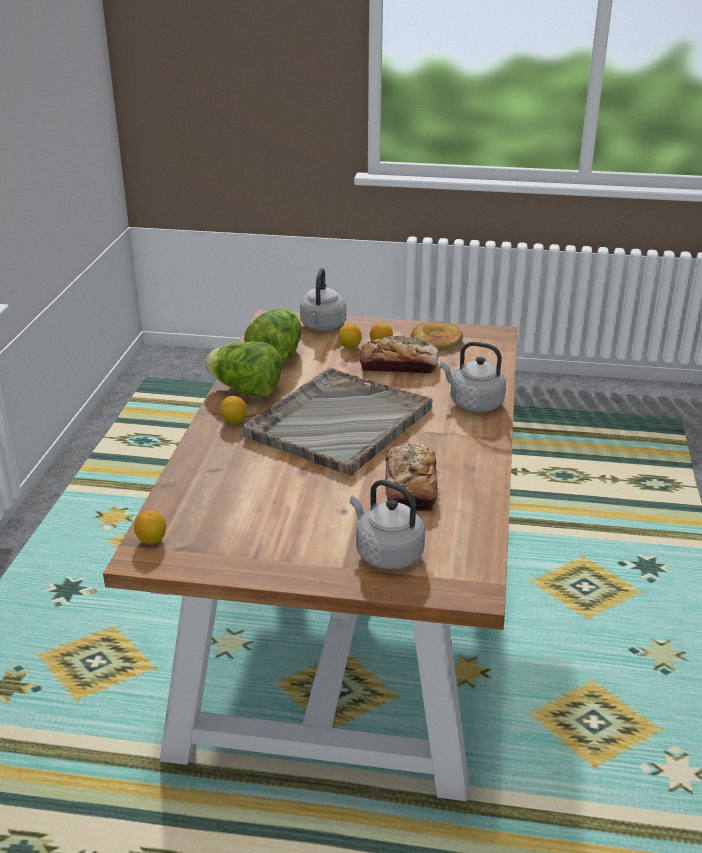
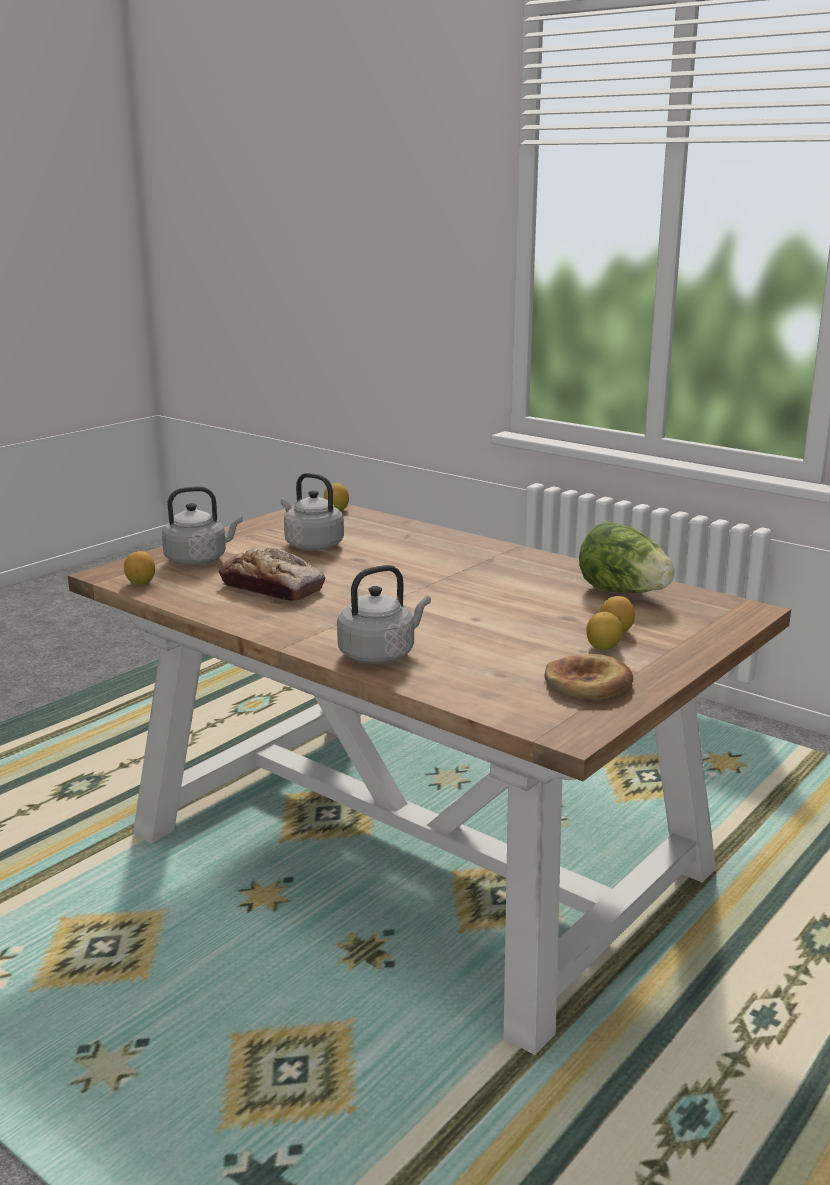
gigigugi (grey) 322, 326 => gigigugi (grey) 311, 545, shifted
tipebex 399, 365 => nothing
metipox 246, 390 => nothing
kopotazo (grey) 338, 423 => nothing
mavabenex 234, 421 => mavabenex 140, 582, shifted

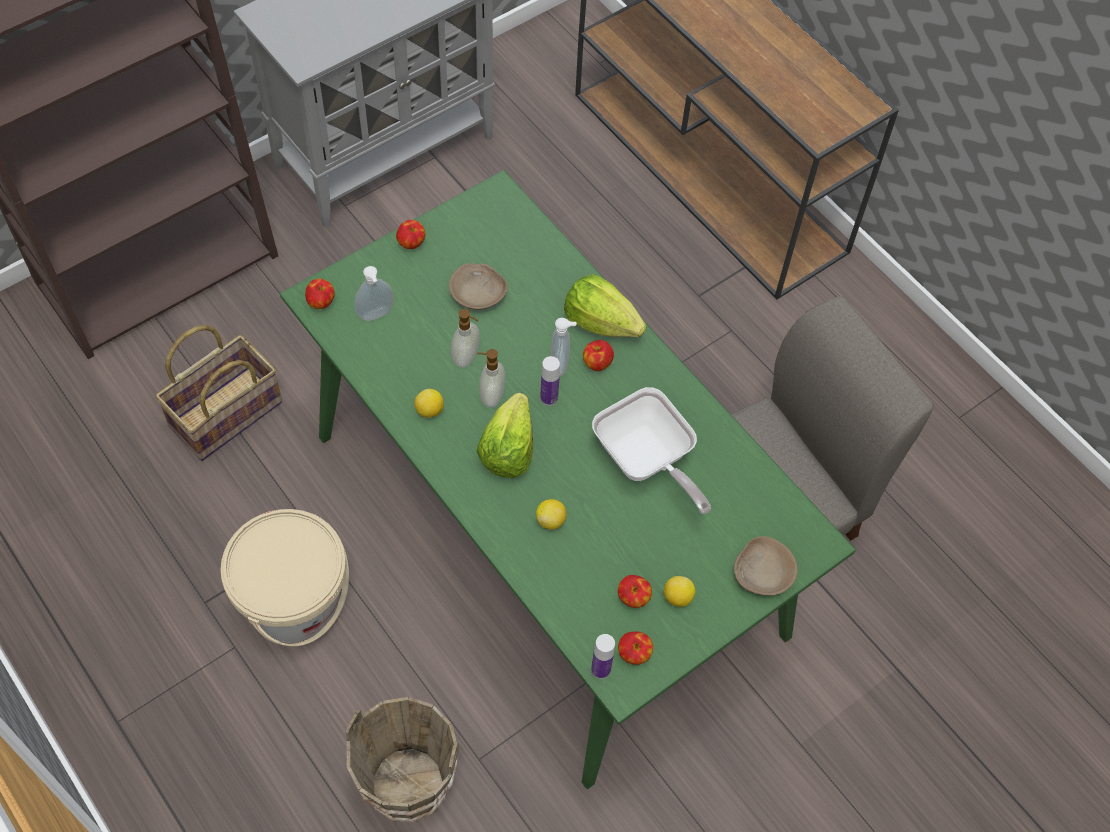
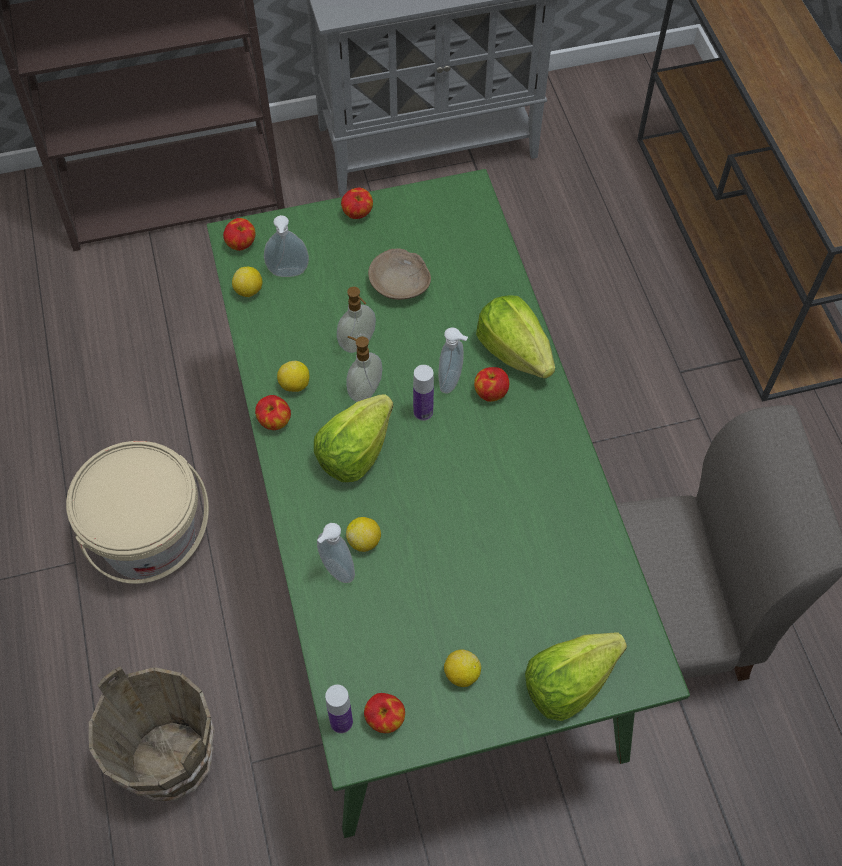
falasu 225, 413 => nothing
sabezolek 646, 461 => nothing
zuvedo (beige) 762, 573 => metipox 568, 682
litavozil 633, 598 => litavozil 274, 422, shifted
nothing => mavabenex 249, 291
nothing => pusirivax 335, 571

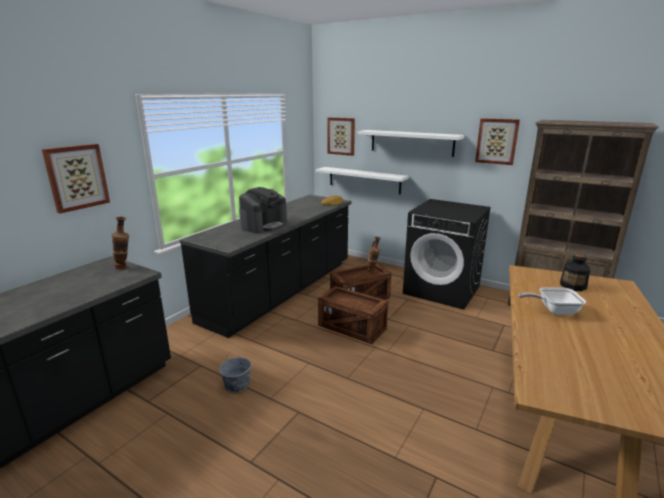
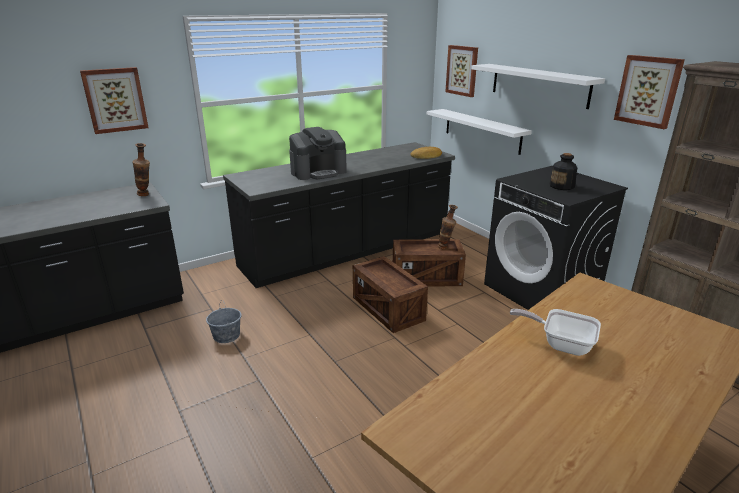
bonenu 573, 286 => bonenu 562, 186, shifted

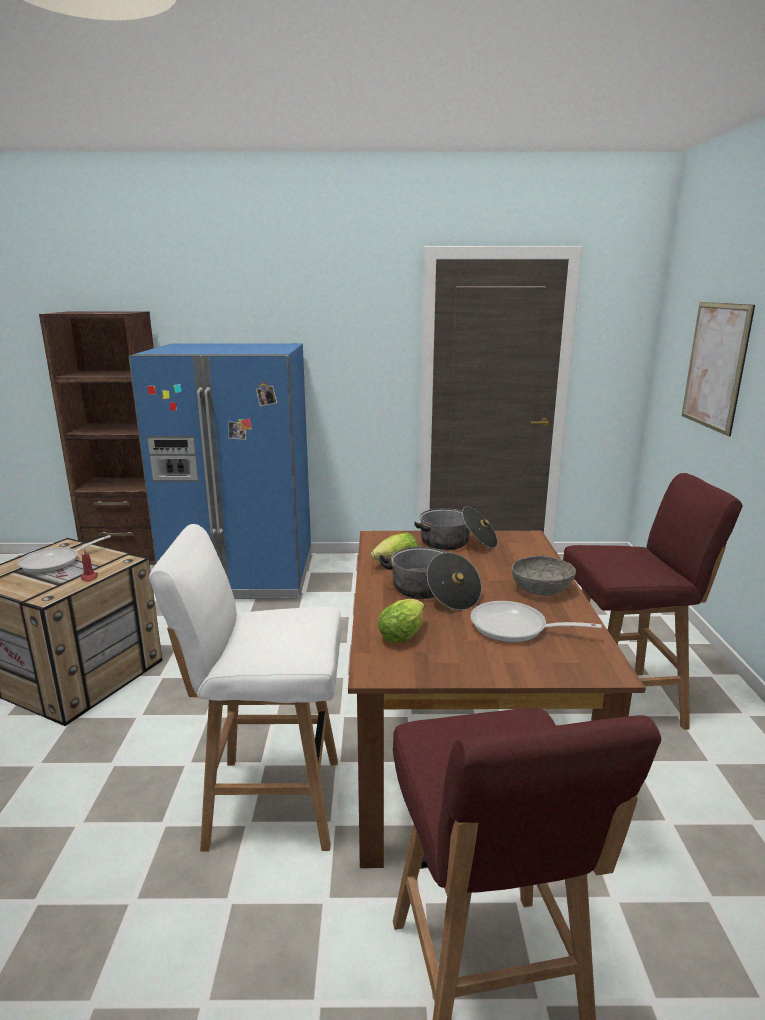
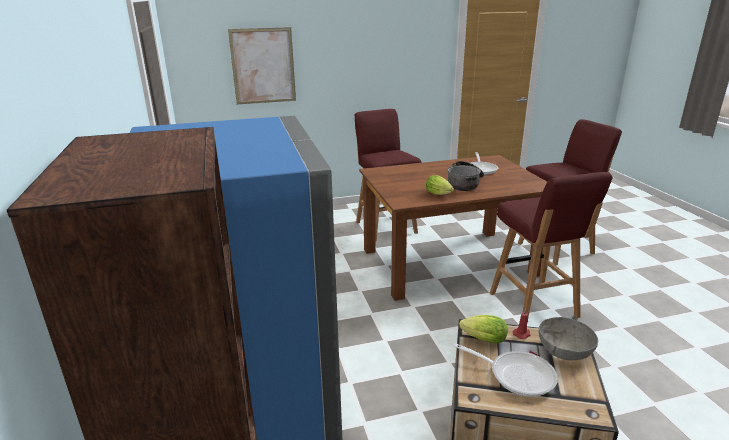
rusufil 457, 543 => nothing
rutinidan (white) 270, 801 => rutinidan (red) 534, 306
zuvedo (grey) 541, 589 => zuvedo (grey) 564, 350, shifted
metipox 404, 634 => metipox 481, 339, shifted

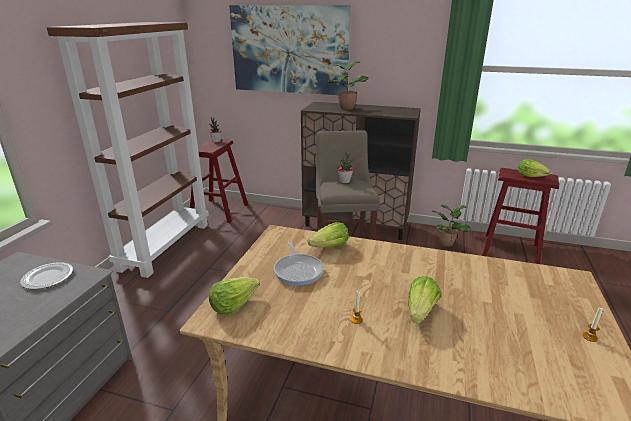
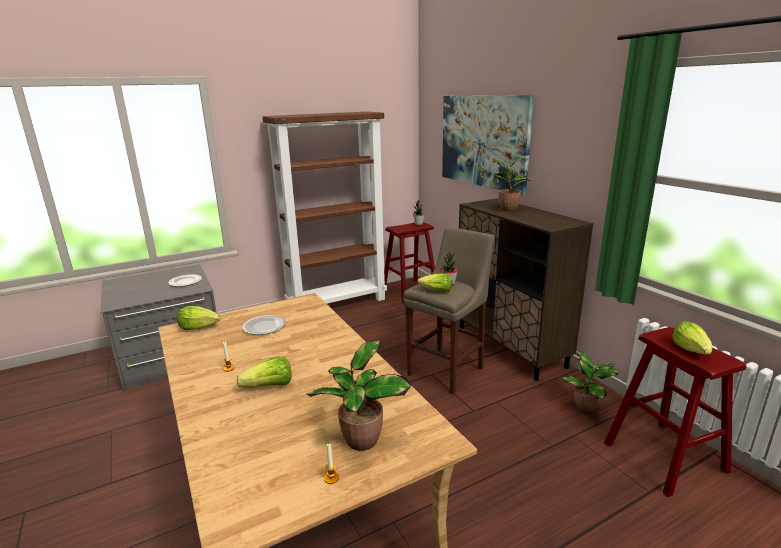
metipox 330, 247 => metipox 436, 291, shifted
sabezolek 298, 270 => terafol 265, 326
nothing => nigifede 360, 441

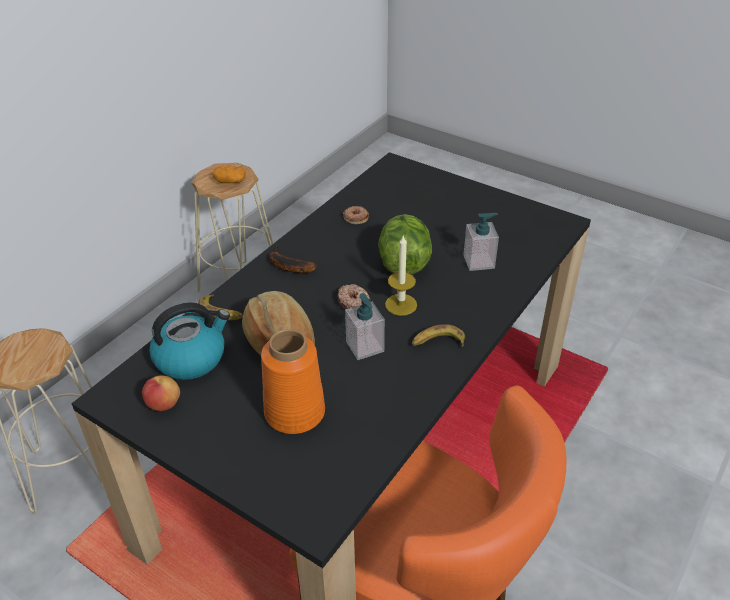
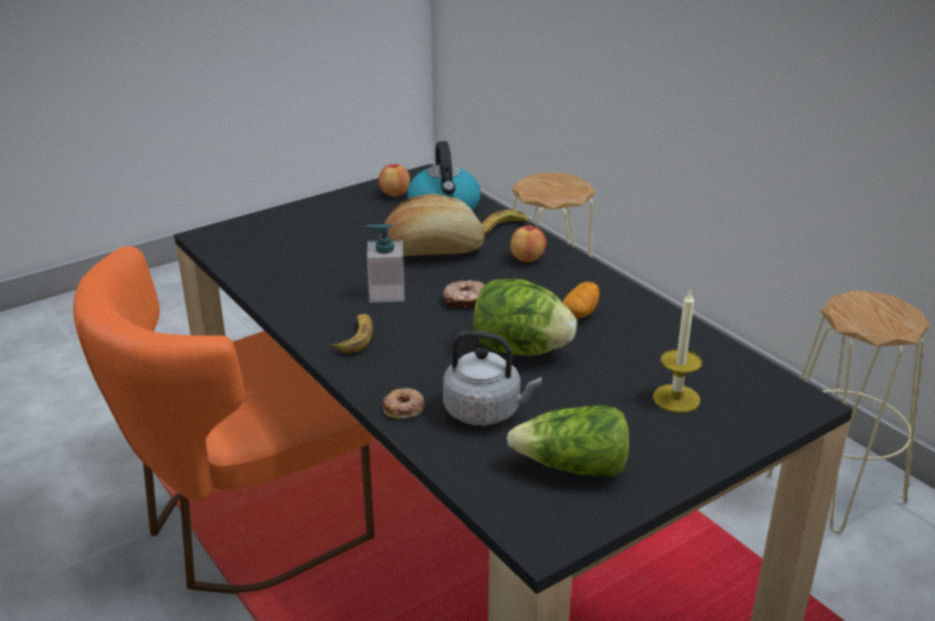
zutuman 230, 182 => zutuman 580, 312, shifted
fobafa 356, 217 => fobafa 404, 408, shifted
pusirivax 479, 262 => gigigugi (grey) 486, 412
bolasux 401, 304 => bolasux 676, 398, shifted
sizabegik 287, 265 => nothing
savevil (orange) 295, 412 => nothing
nothing => litavozil 527, 259
nothing => metipox 573, 468

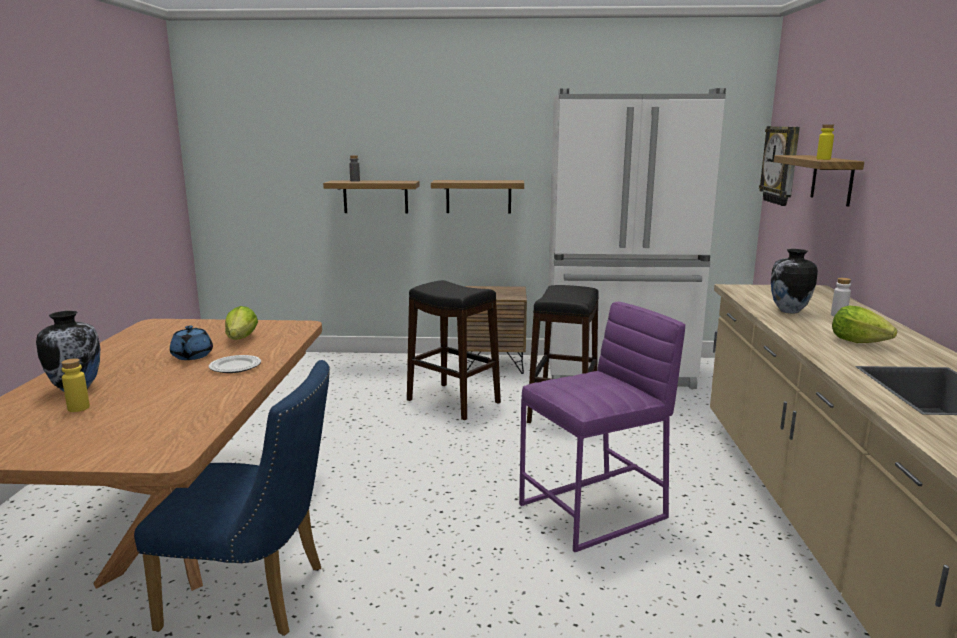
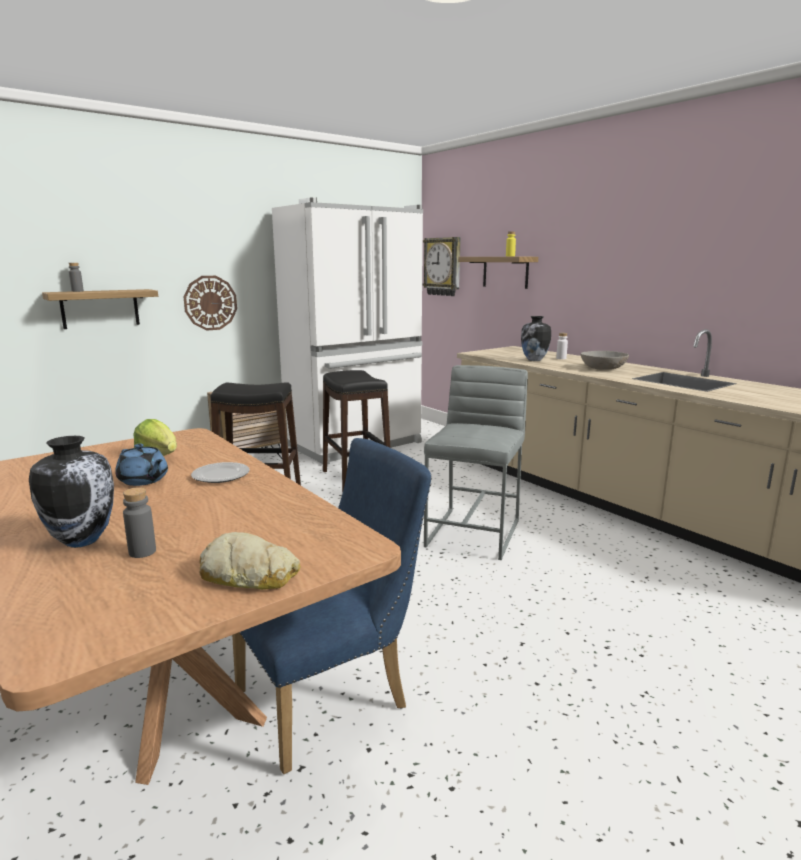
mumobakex 478, 196 => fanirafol 210, 303
rutinidan (purple) 594, 511 => rutinidan (grey) 474, 532
metipox 858, 342 => zuvedo (grey) 603, 368
bonenu (yellow) 78, 408 => bonenu (grey) 142, 552
nothing => tipebex 248, 574

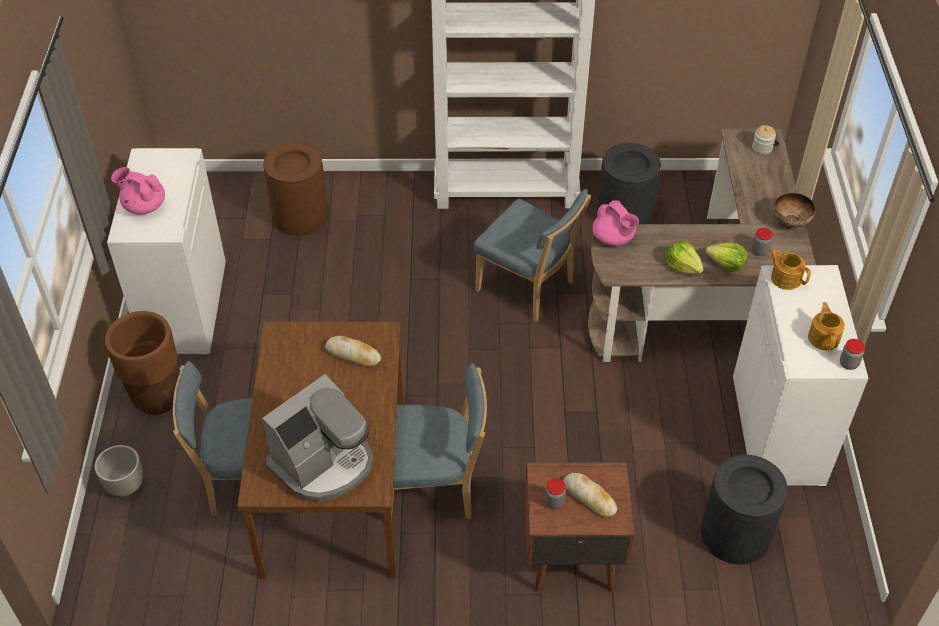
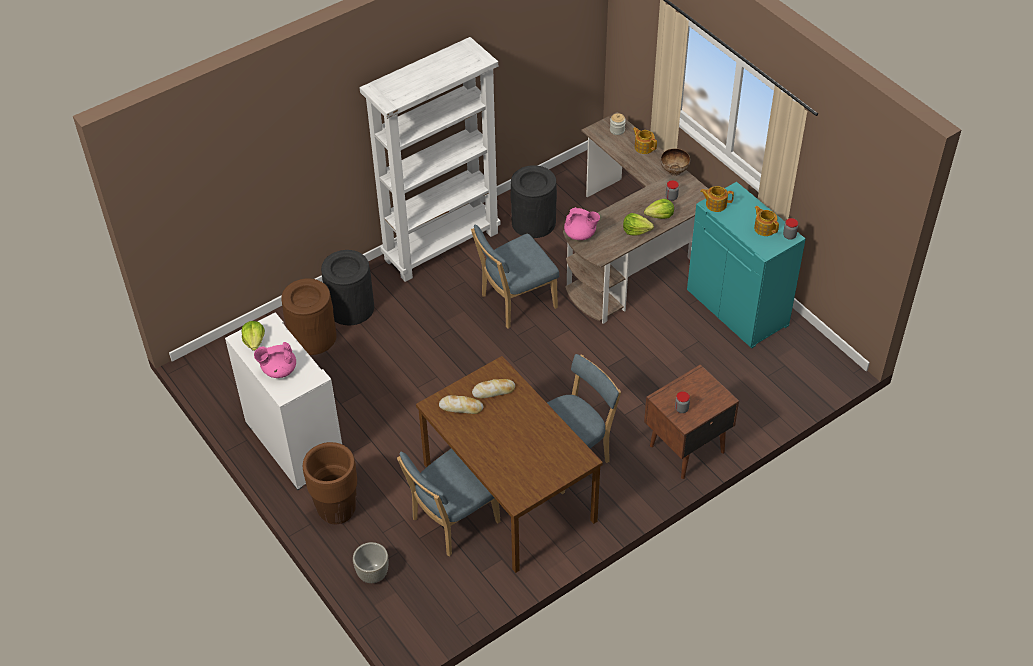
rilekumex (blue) 528, 288 => rilekumex (blue) 515, 302, 150 degrees clockwise
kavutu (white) 779, 431 => kavutu (turquoise) 738, 308
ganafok 324, 463 => nothing
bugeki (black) 735, 534 => bugeki (black) 351, 308, shifted
tipebex 589, 497 => tipebex 461, 407, shifted
nothing => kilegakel 644, 147
nothing => metipox 254, 341

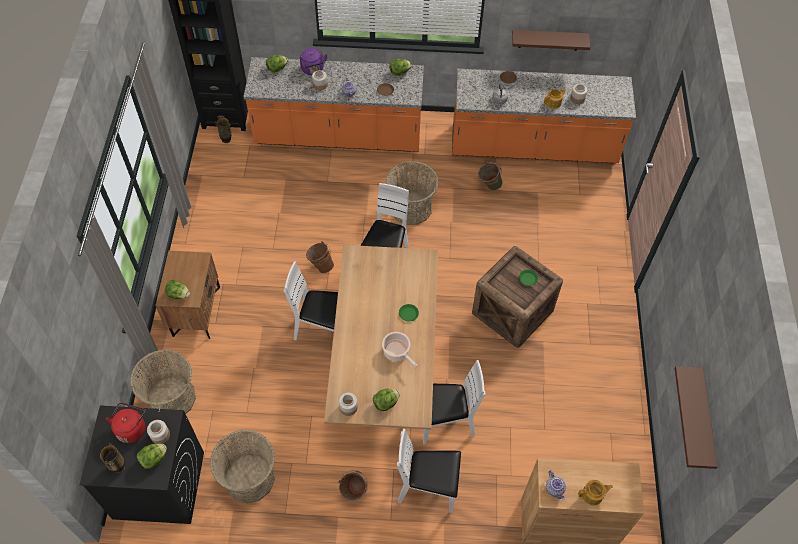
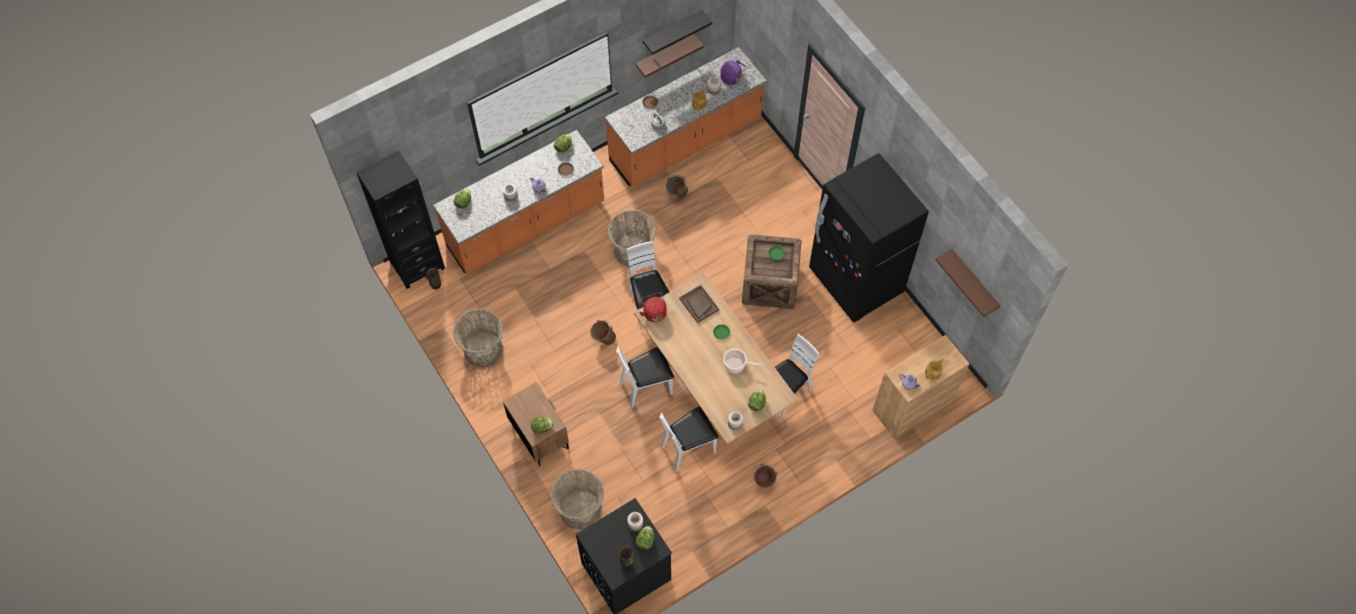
gigigugi (purple) 313, 70 => gigigugi (purple) 732, 78, shifted
gigigugi (red) 131, 428 => gigigugi (red) 654, 312, shifted
rilekumex (white) 427, 488 => rilekumex (white) 688, 448, shifted
falasu 249, 478 => falasu 483, 349, shifted
nothing => mumobakex (black) 672, 31
nothing => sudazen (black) 855, 281
nothing => kopotazo (brown) 699, 304

